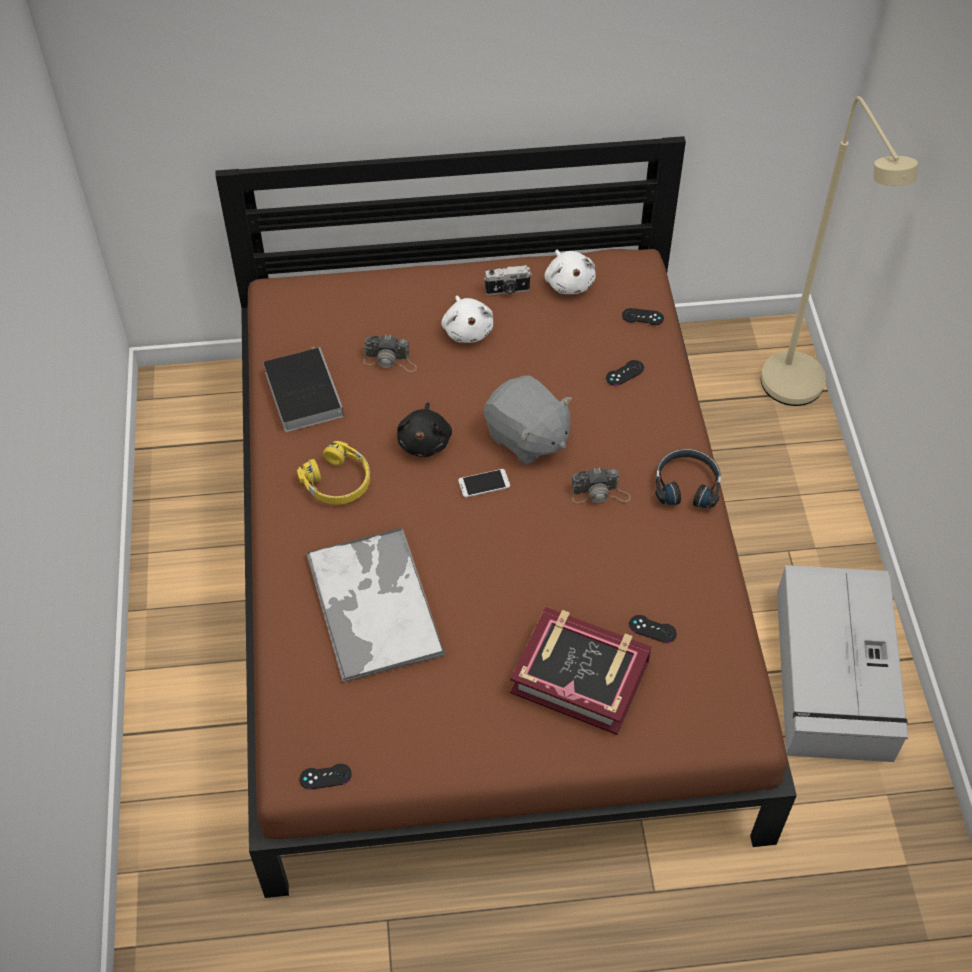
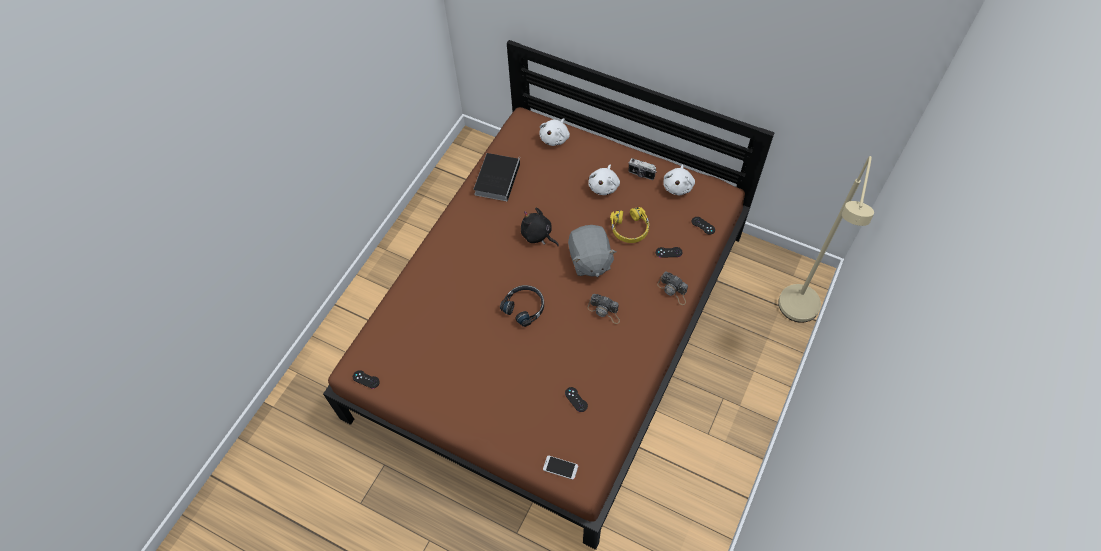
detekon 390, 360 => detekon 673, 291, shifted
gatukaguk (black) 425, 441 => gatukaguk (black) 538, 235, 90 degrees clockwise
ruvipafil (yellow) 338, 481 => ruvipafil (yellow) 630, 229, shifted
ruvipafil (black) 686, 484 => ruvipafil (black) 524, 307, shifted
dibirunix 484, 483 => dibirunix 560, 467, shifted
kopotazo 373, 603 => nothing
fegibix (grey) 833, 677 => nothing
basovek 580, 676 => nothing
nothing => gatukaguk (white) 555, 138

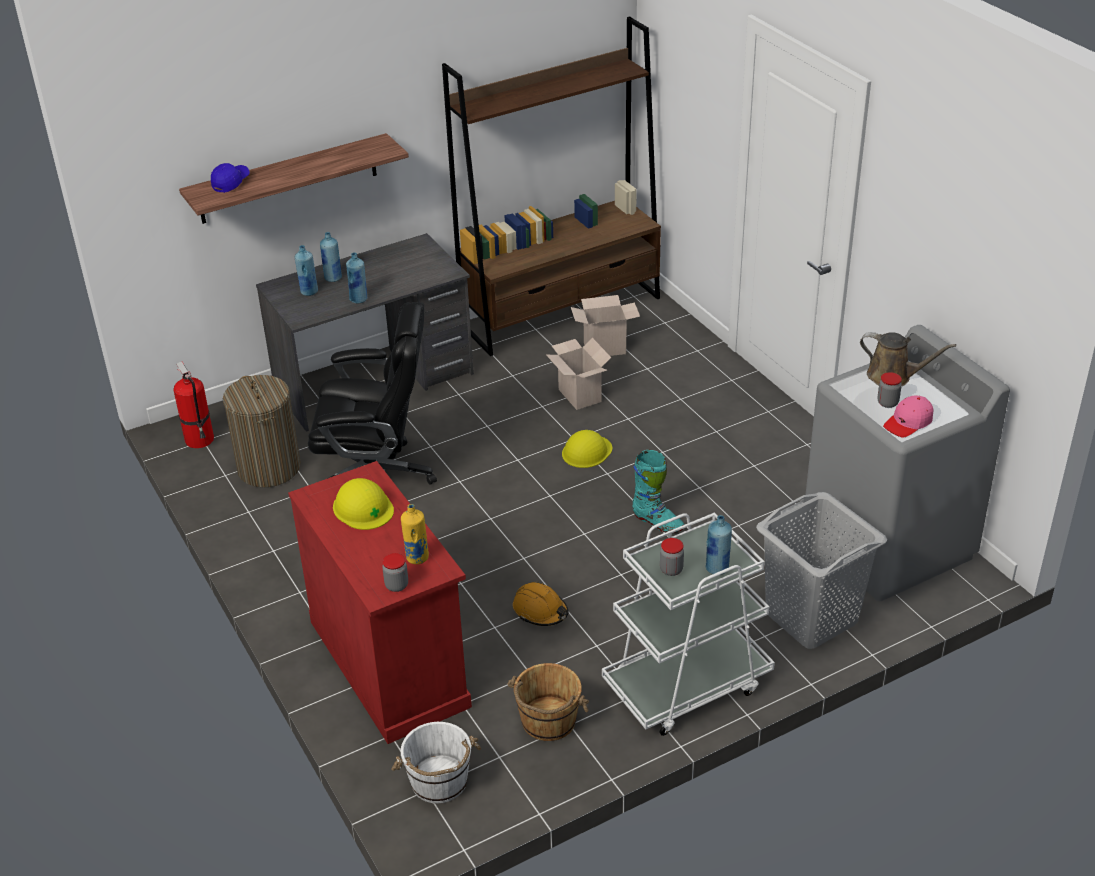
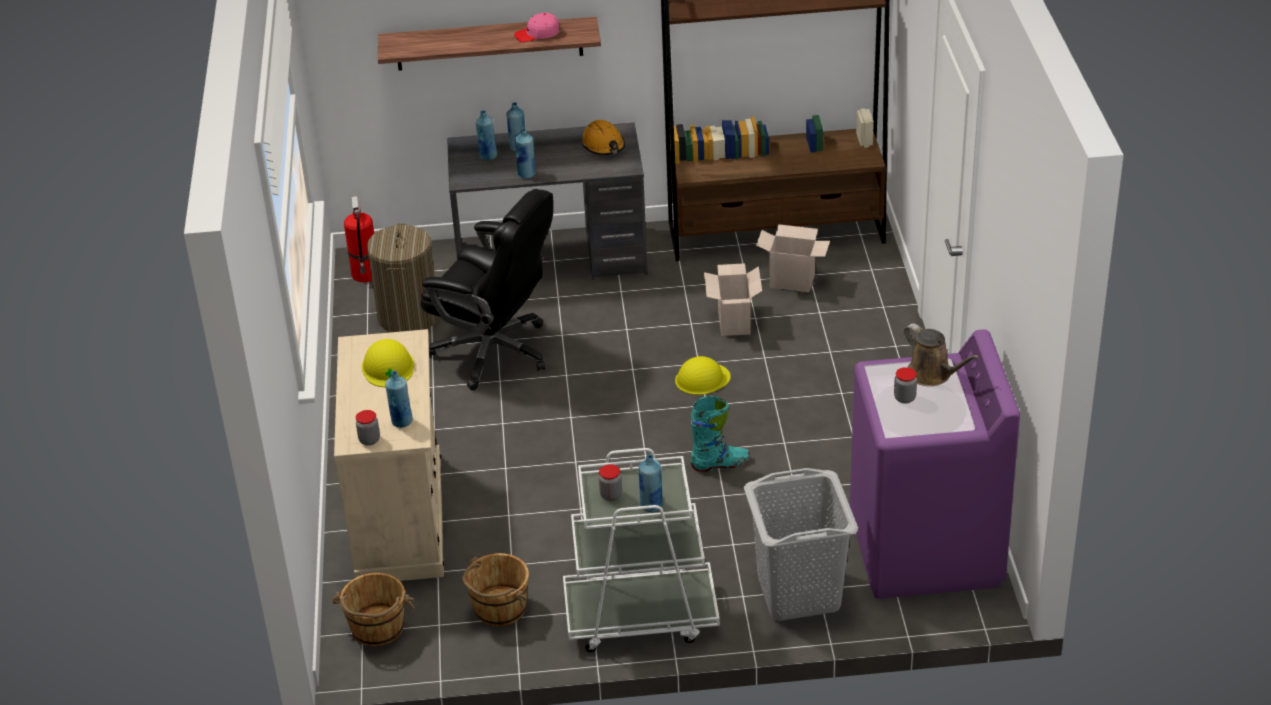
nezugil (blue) 231, 183 => nothing
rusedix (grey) 888, 546 => rusedix (purple) 926, 550
nezugil (pink) 908, 422 => nezugil (pink) 537, 34, shifted
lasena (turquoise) 657, 522 => lasena (turquoise) 720, 464, 75 degrees counterclockwise
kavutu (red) 389, 663 => kavutu (beige) 400, 518
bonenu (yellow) 417, 557 => bonenu (blue) 401, 422
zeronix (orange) 540, 611 => zeronix (orange) 603, 146, shifted
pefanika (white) 439, 782 => pefanika (brown) 377, 629

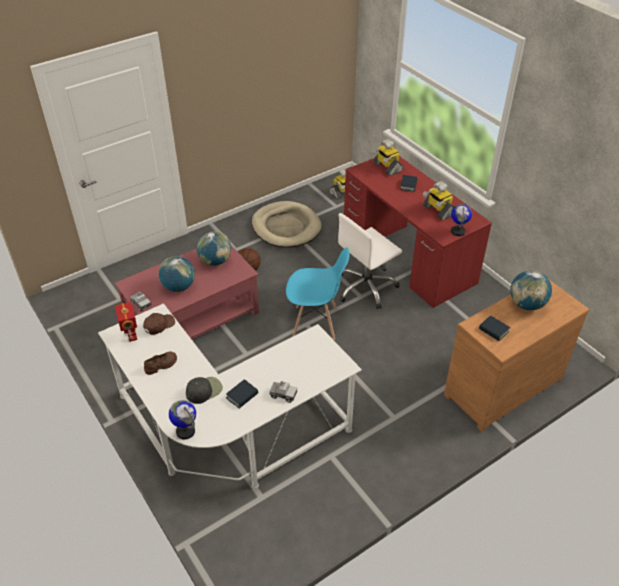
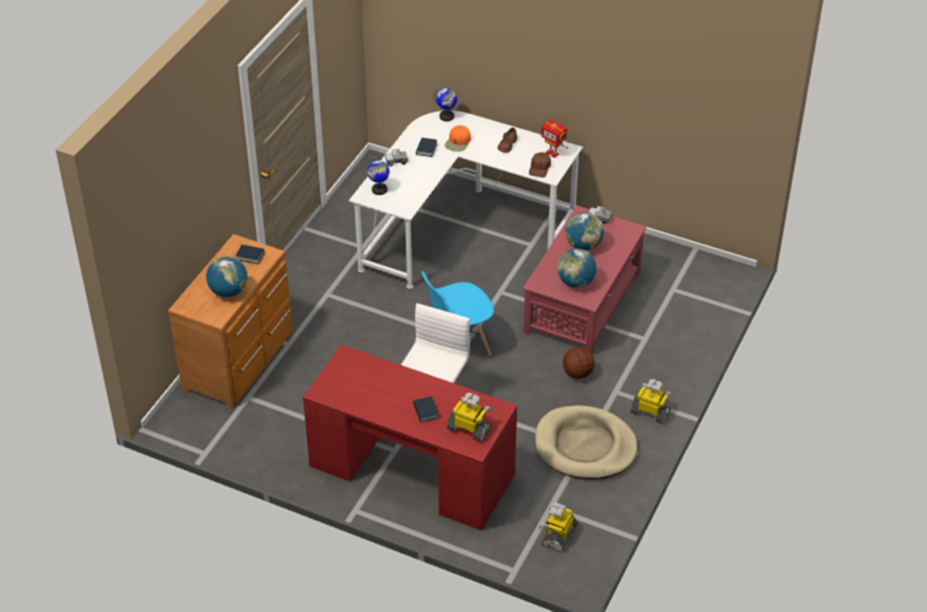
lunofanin 438, 210 => lunofanin 650, 412, shifted
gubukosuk 458, 231 => gubukosuk 379, 190, shifted
nezugil (black) 204, 390 => nezugil (orange) 458, 142

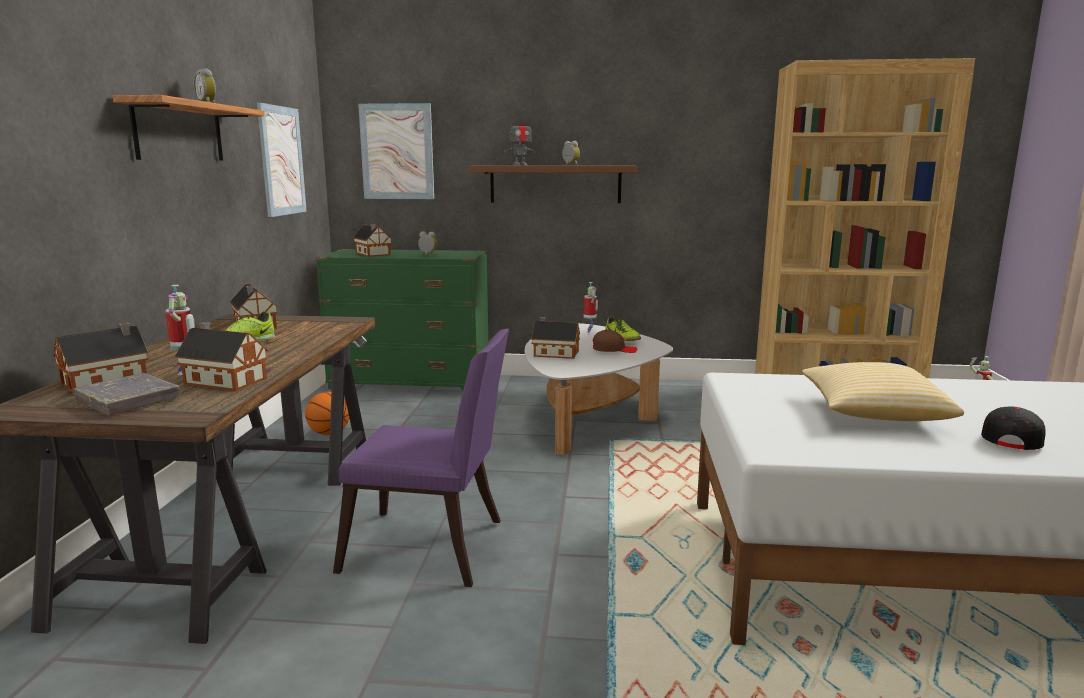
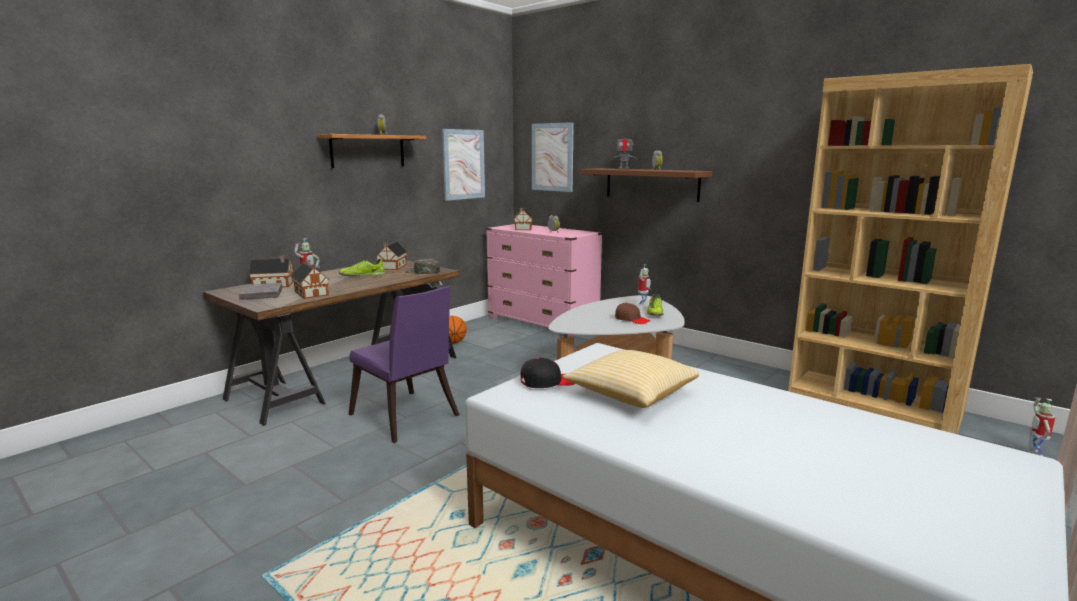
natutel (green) 411, 383 => natutel (pink) 542, 322
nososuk 554, 353 => nothing
nezugil (black) 1011, 439 => nezugil (black) 547, 382, shifted
nothing => nezugil (green) 422, 272

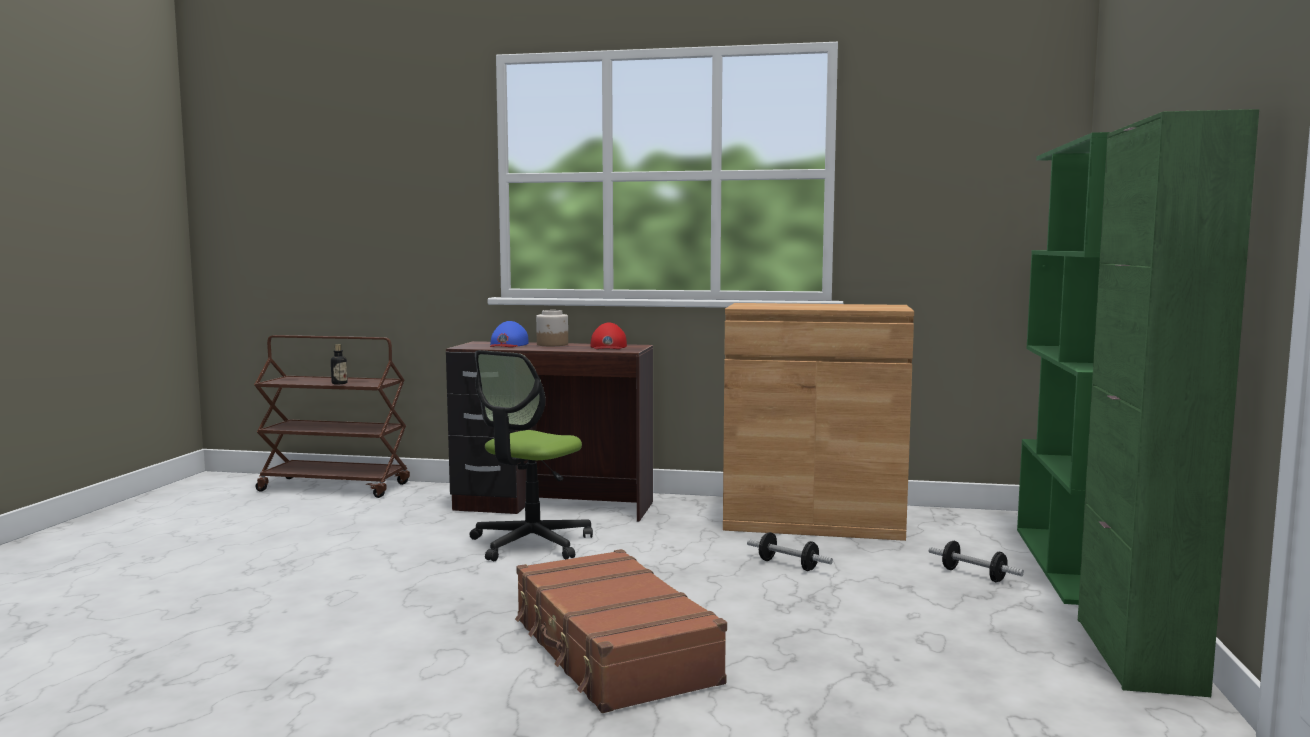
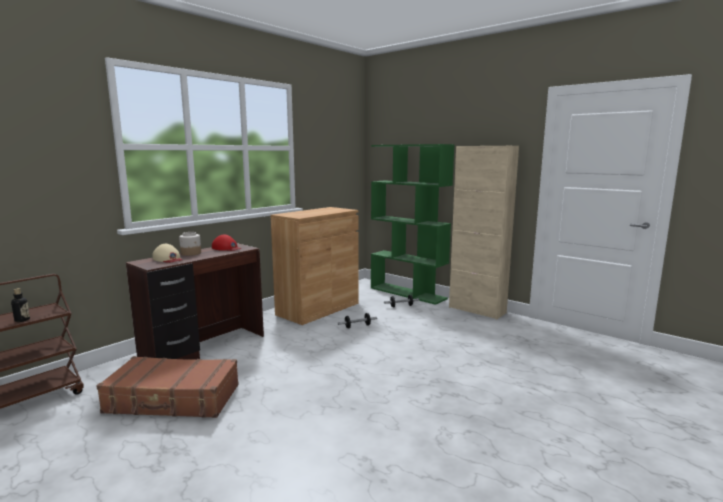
kavutu (green) 1137, 655 => kavutu (beige) 477, 310
nezugil (blue) 508, 345 => nezugil (beige) 168, 259
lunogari 531, 544 => nothing
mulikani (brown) 612, 651 => mulikani (brown) 173, 399, shifted

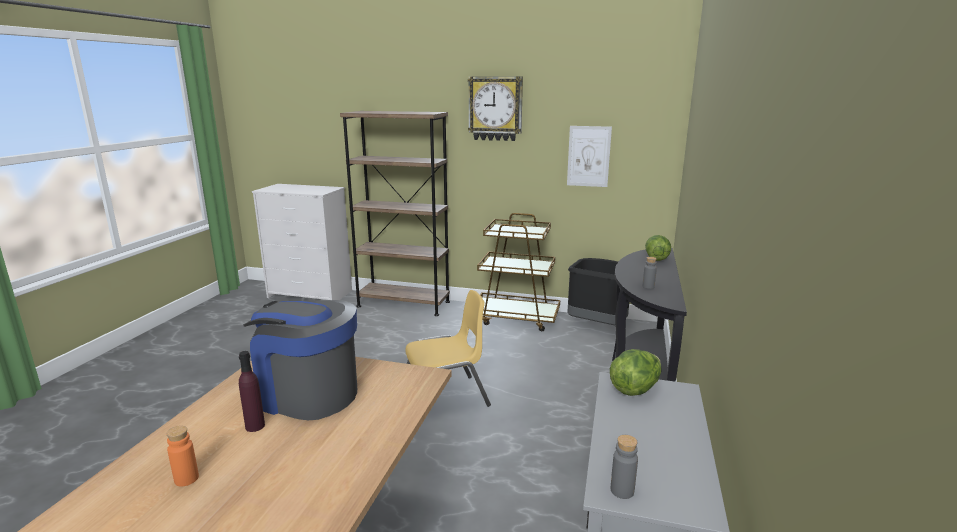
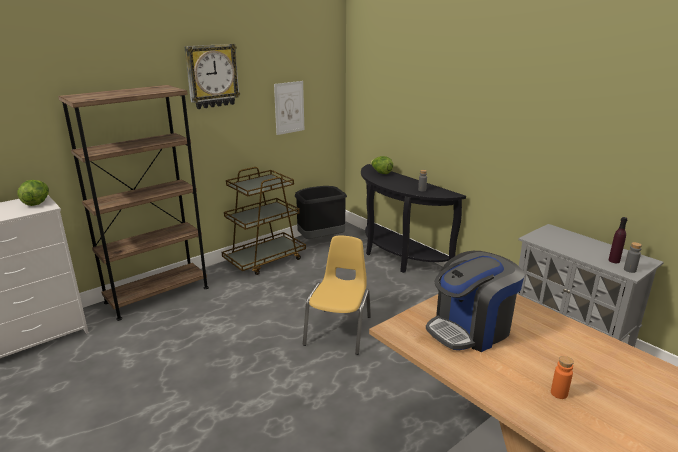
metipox 635, 388 => metipox 37, 202, shifted
bonenu (purple) 255, 426 => bonenu (purple) 614, 260, shifted

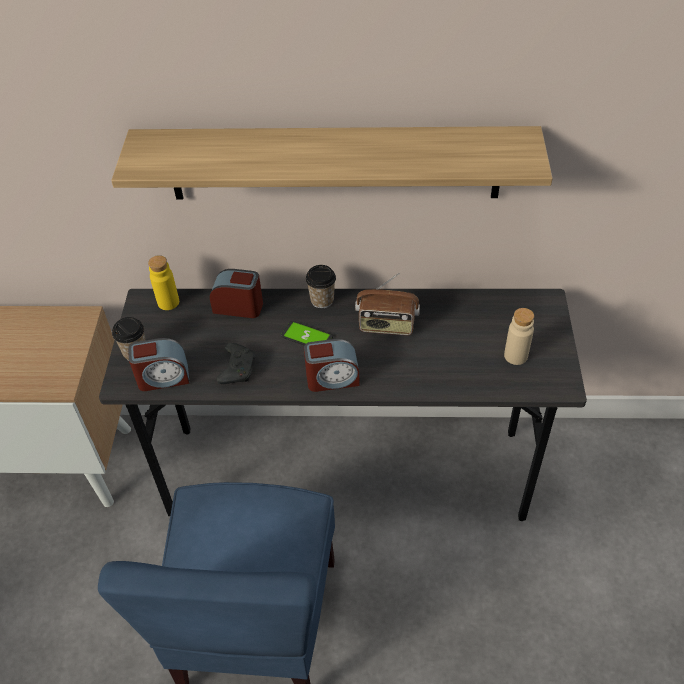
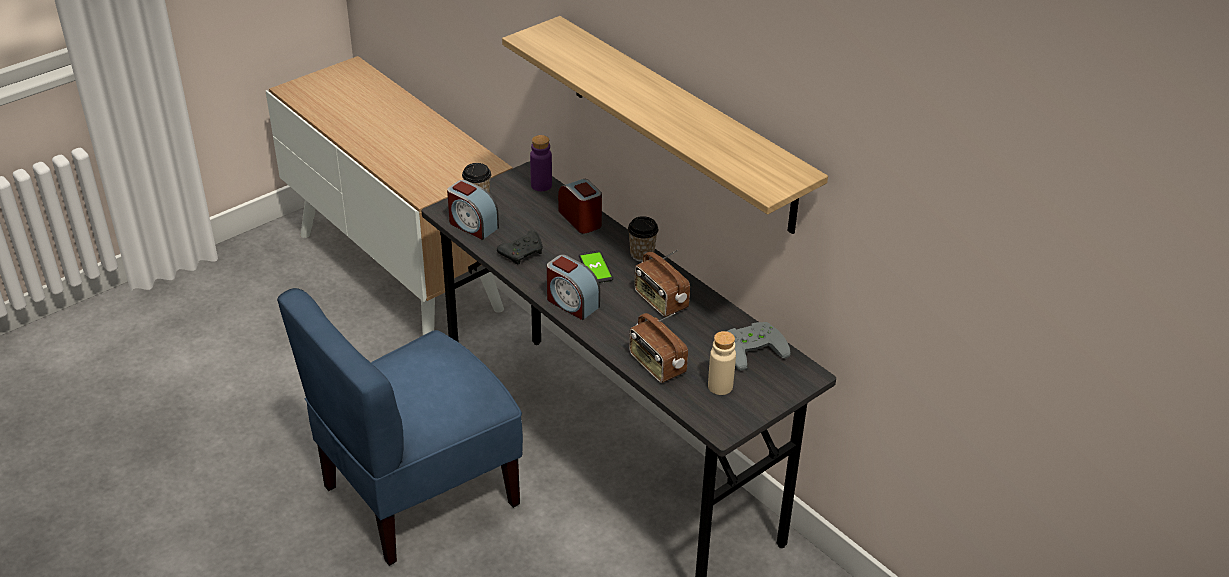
bonenu (yellow) 168, 302 => bonenu (purple) 541, 185
nothing => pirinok 656, 365
nothing => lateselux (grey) 751, 347

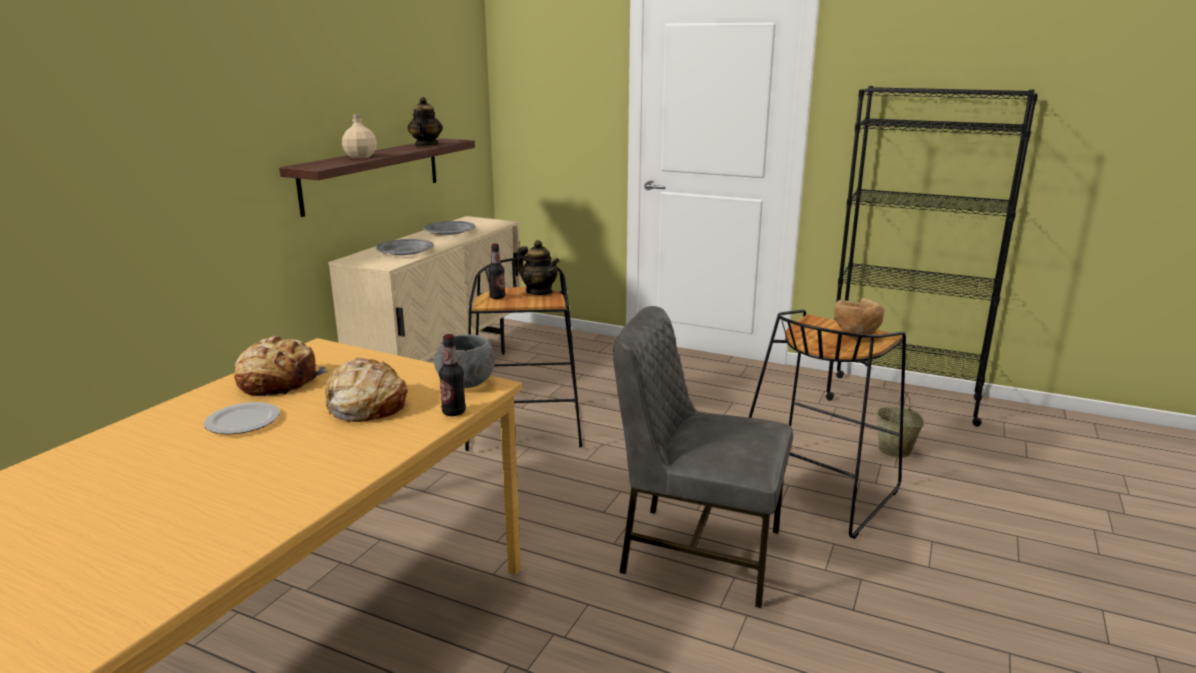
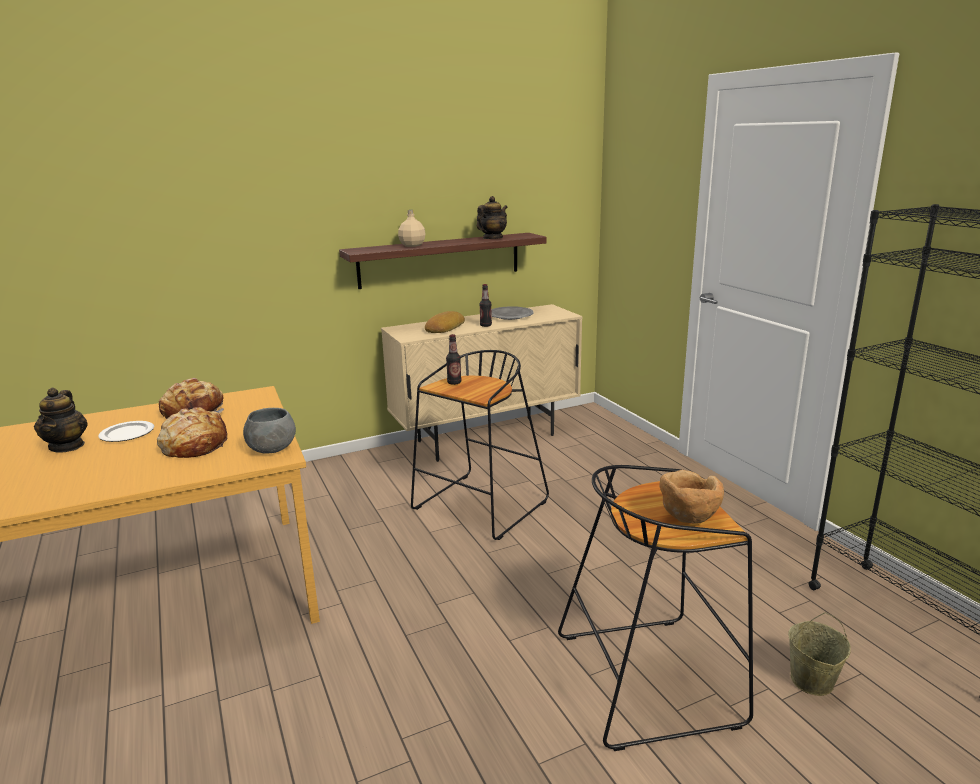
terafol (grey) 405, 251 => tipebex 444, 328
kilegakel 539, 292 => kilegakel 67, 446, shifted
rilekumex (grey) 698, 551 => nothing
bonenu 454, 412 => bonenu 485, 325, shifted

